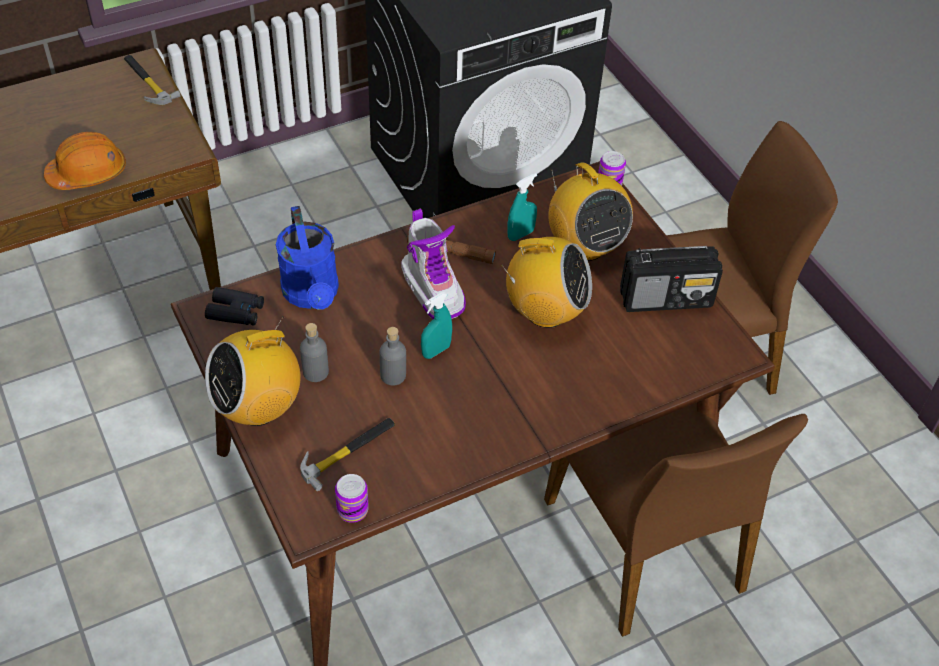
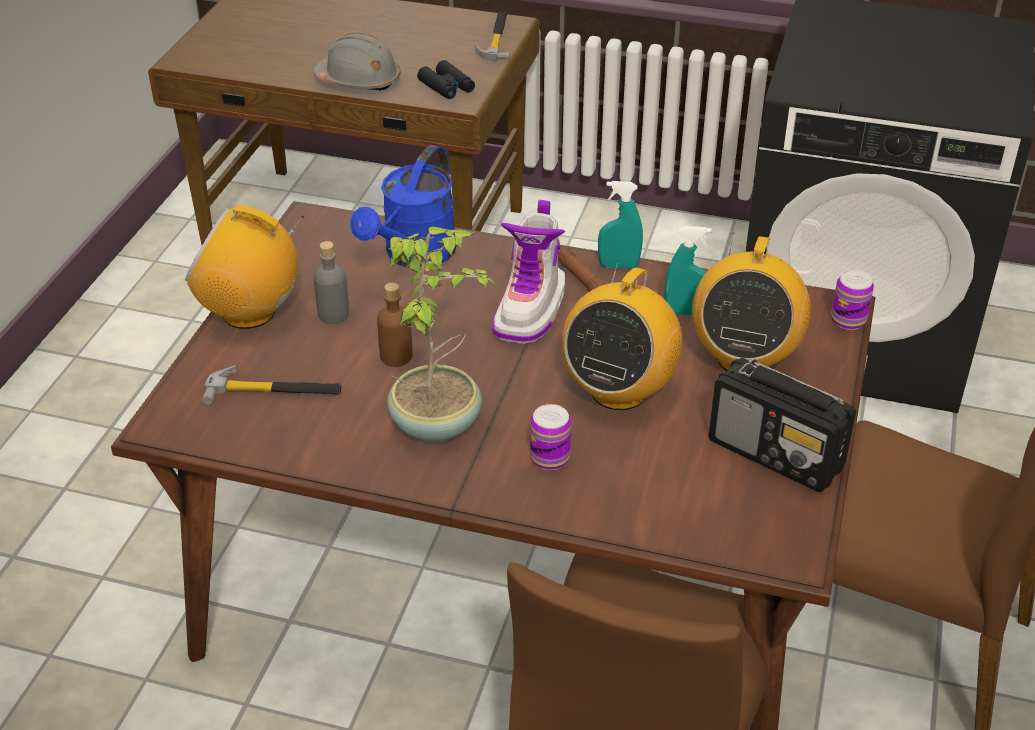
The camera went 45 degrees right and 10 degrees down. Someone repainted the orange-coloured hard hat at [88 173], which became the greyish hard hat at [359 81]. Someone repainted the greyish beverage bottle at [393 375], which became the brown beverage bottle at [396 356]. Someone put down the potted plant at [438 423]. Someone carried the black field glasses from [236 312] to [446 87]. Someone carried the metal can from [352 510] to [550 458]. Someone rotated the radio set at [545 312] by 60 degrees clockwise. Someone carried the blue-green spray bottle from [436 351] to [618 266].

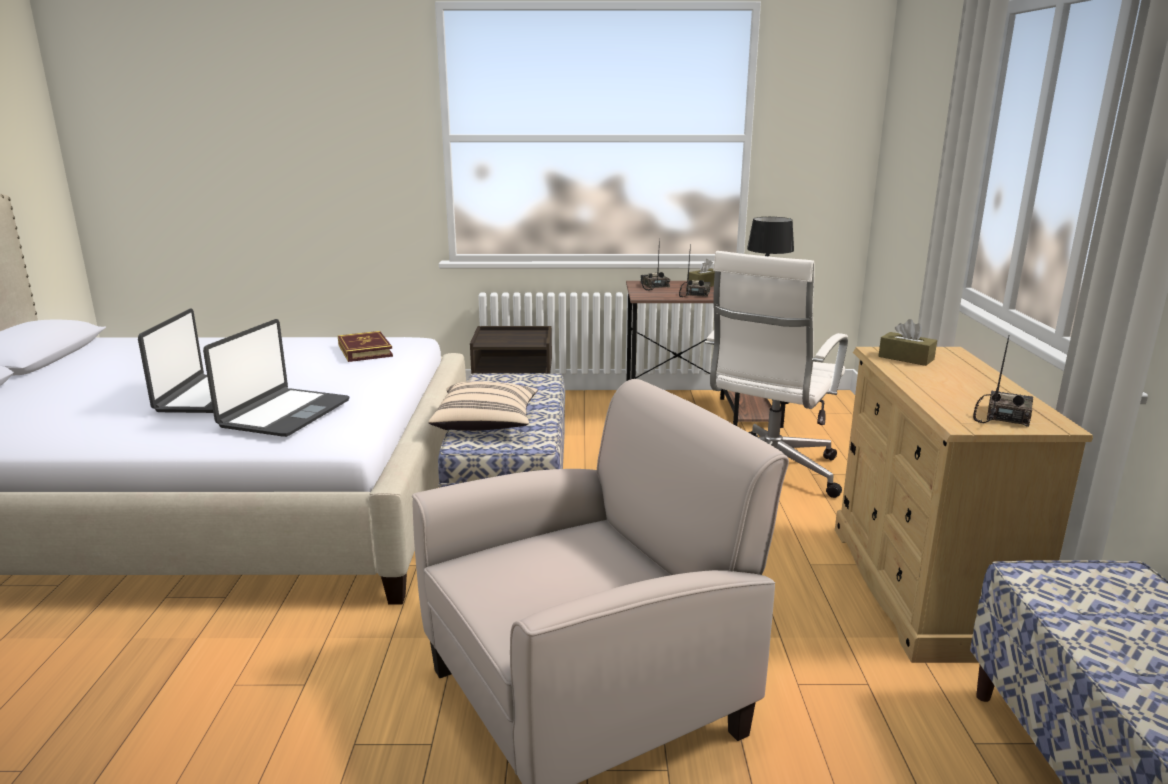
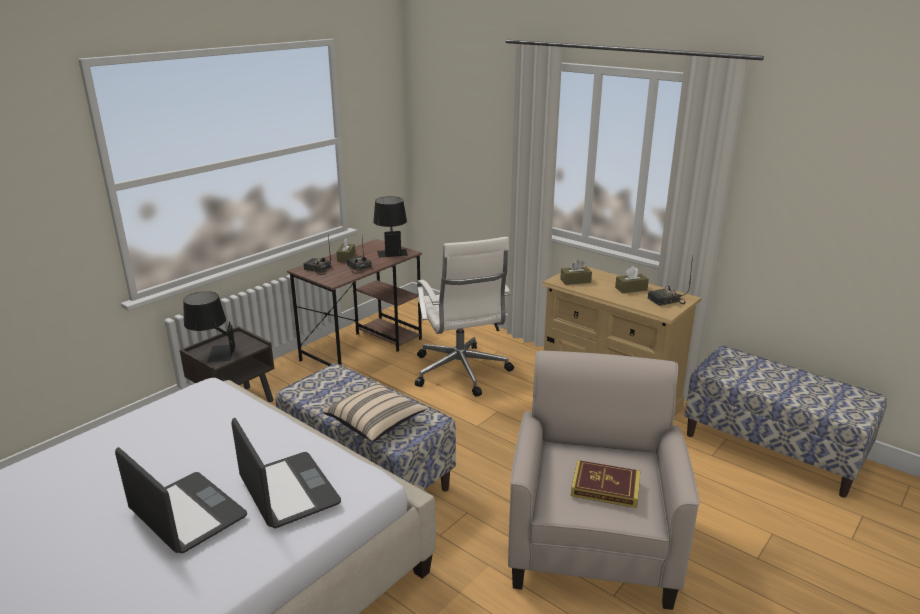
The camera went 50 degrees left and 5 degrees up. Someone put down the black tabletop lamp at [213 353]. Someone carried the bound book from [365 350] to [605 487]. Someone put down the brown tissue box at [631 289]. Someone rotated the radio set at [1002 416] by 90 degrees counterclockwise.

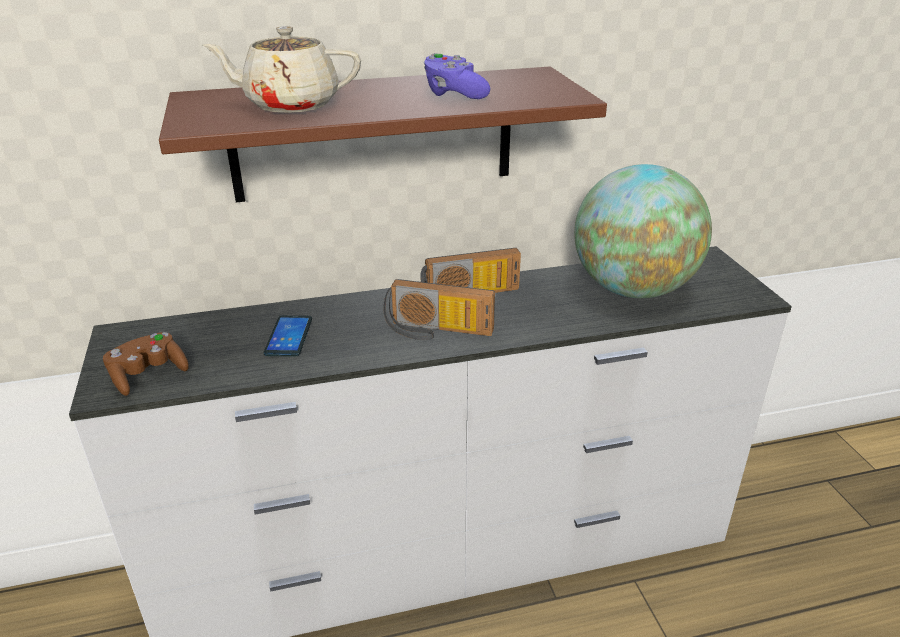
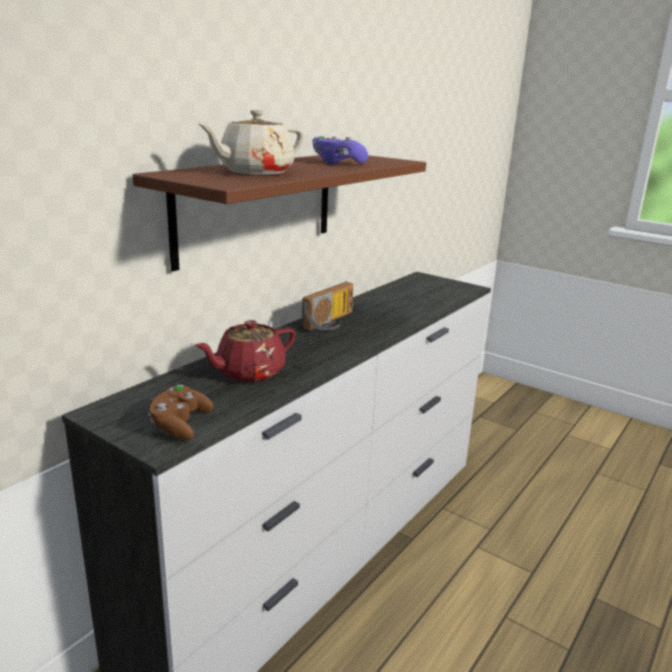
The camera went 40 degrees left and 10 degrees down. Someone swapped the handset at [289 336] for the red tea pot at [249 372]. Someone took away the radio set at [436 331]. Someone took away the world globe at [632 289].

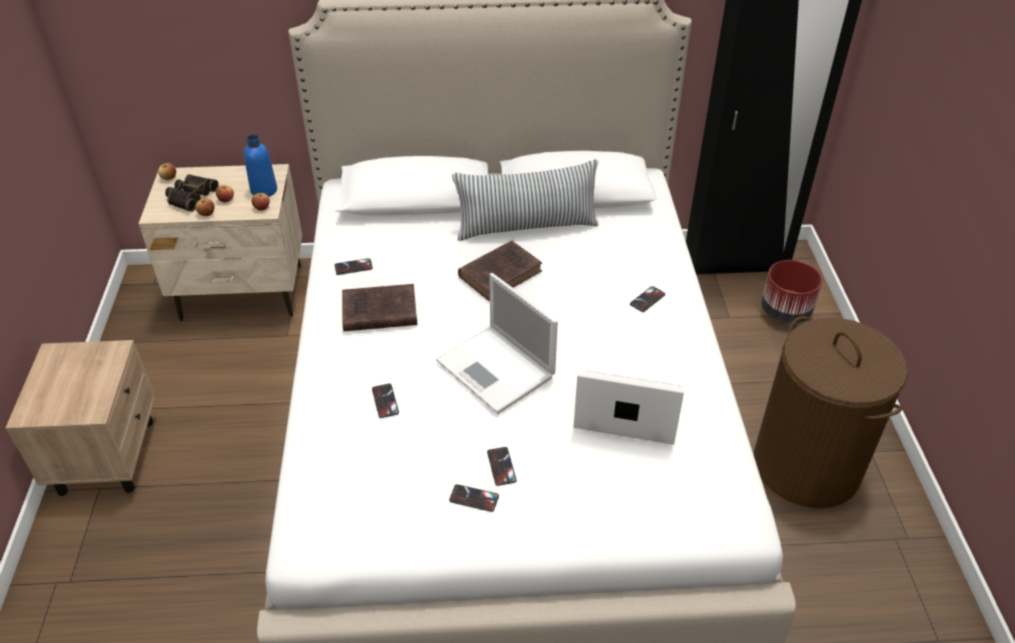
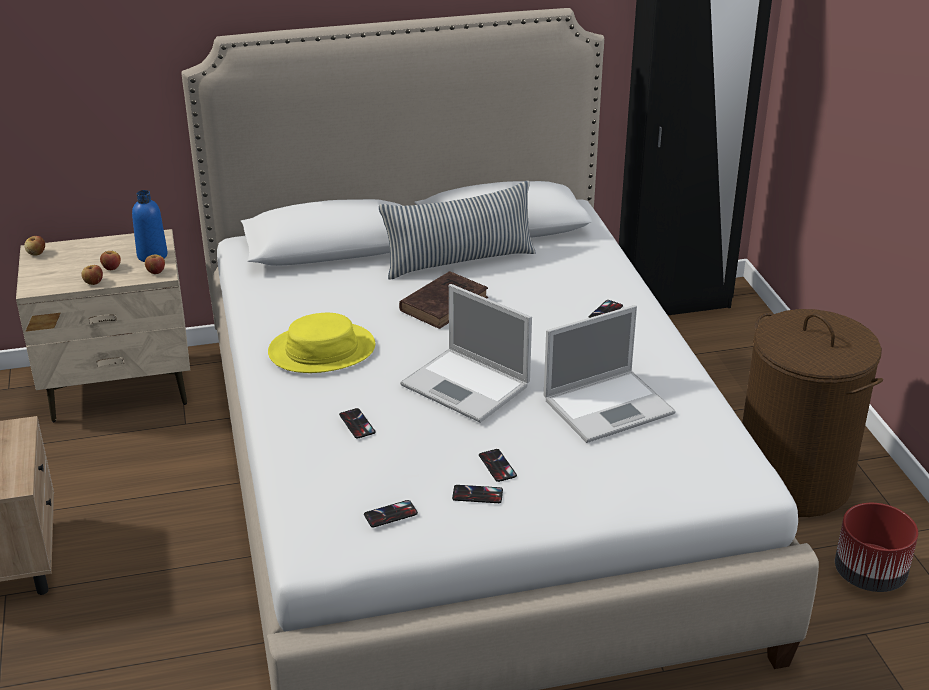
The camera went 10 degrees left and 10 degrees down. Someone swapped the brown bound book at [377 312] for the yellow clothing hat at [322 350]. Someone carried the handset from [353 267] to [390 514]. Someone rotated the portable computer at [625 409] by 150 degrees clockwise. Someone carried the red planter from [785 312] to [869 575]. Someone took away the field glasses at [190 196].

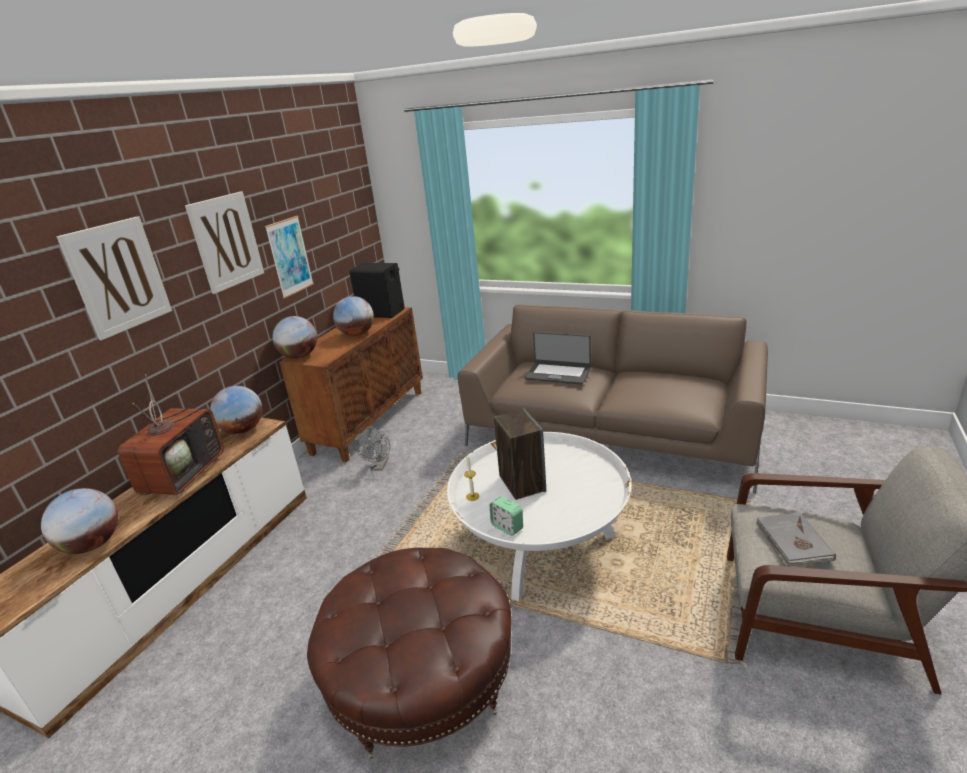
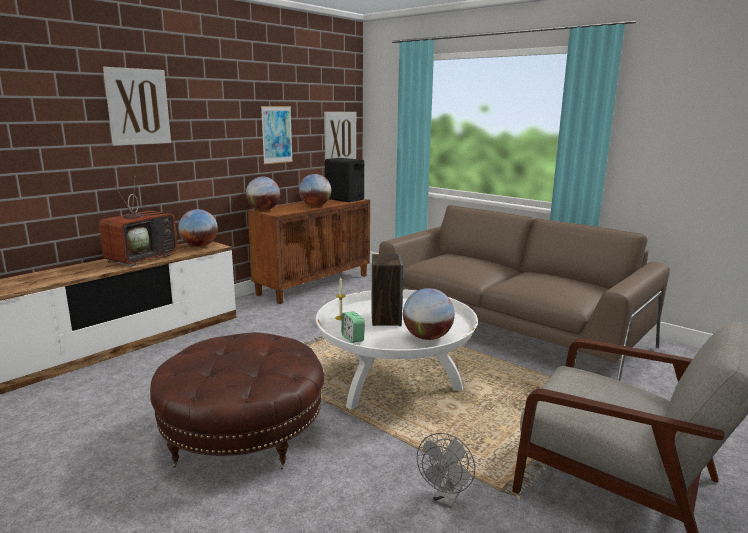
The camera went 15 degrees right and 10 degrees down. Someone carried the wall art from [226 241] to [340 138]. Someone carried the world globe from [93 545] to [427 337]. Someone carried the greyish electric fan from [379 466] to [446 499]. Someone took away the portable computer at [558 373]. Someone took away the greyish bound book at [792 542].

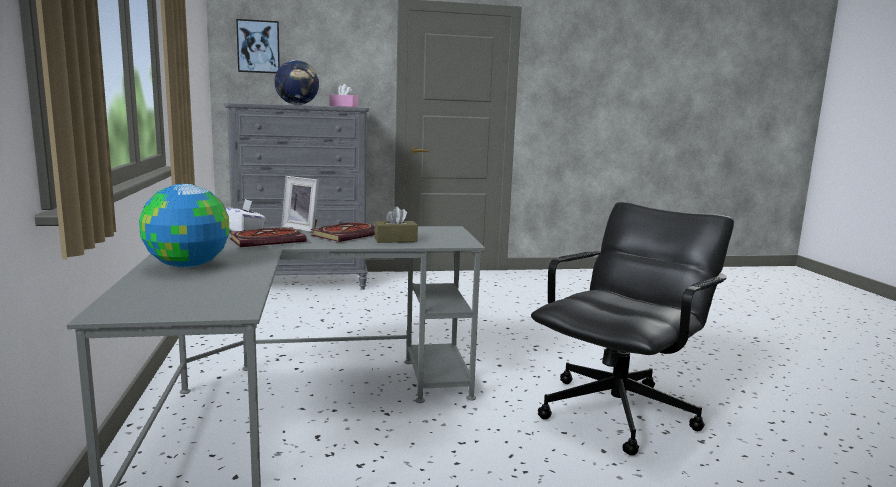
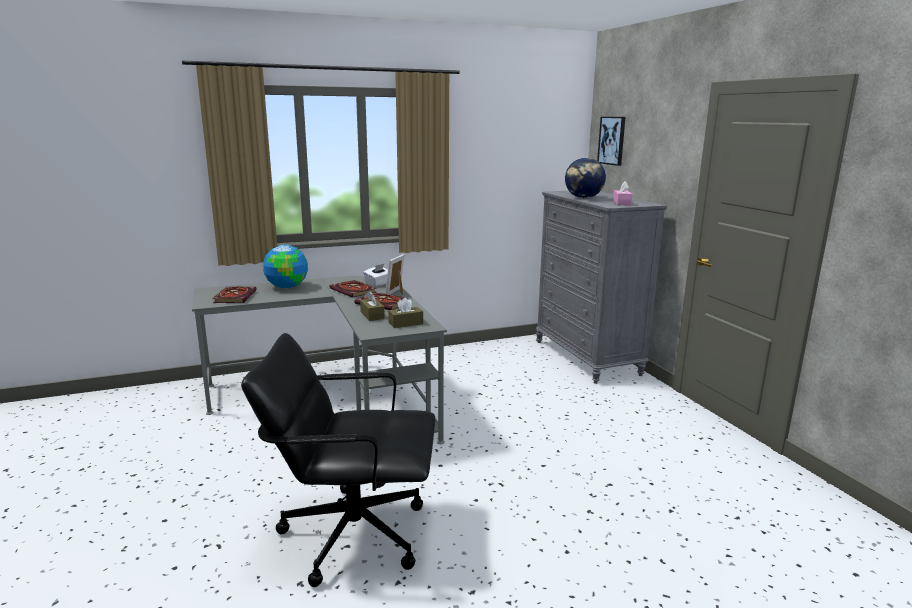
The camera went 80 degrees right and 5 degrees up. Someone put down the bound book at [234 296]. Someone rotated the black desk chair at [619 413] by 150 degrees clockwise. Someone put down the brown tissue box at [405 323].

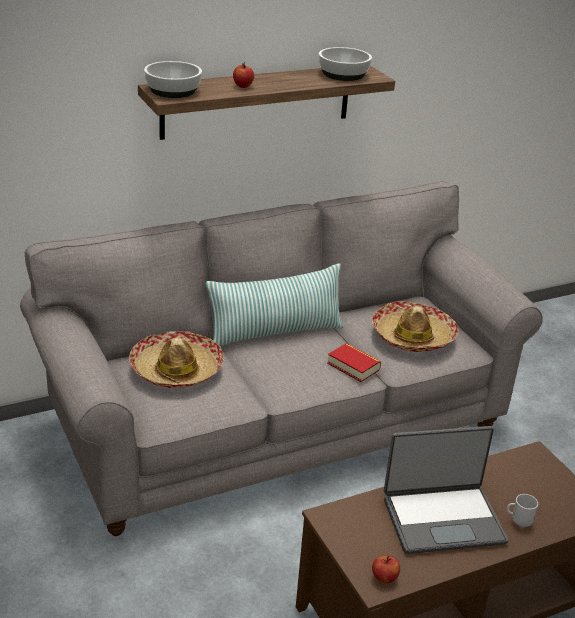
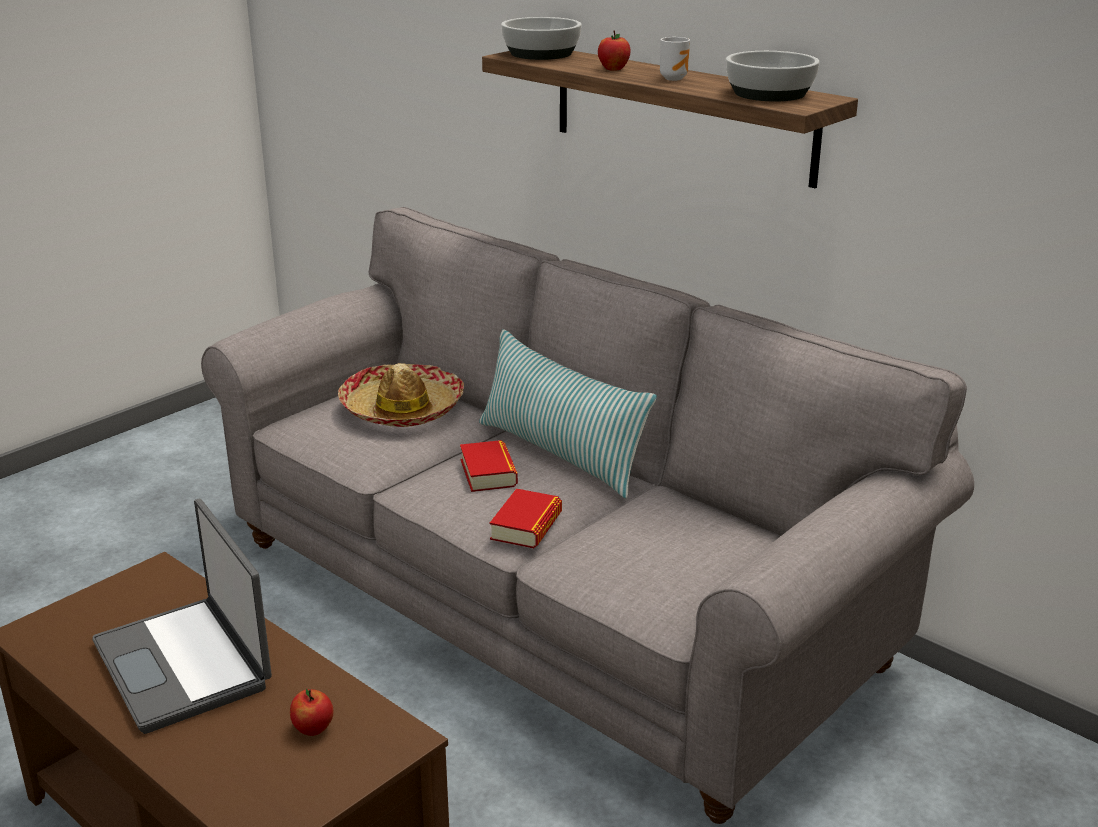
The camera went 70 degrees right and 5 degrees down. Someone carried the apple fruit from [384 578] to [313 729]. Someone put down the bound book at [488 473]. Someone carried the coffee mug from [519 522] to [674 78]. Someone took away the clothing hat at [413 336].

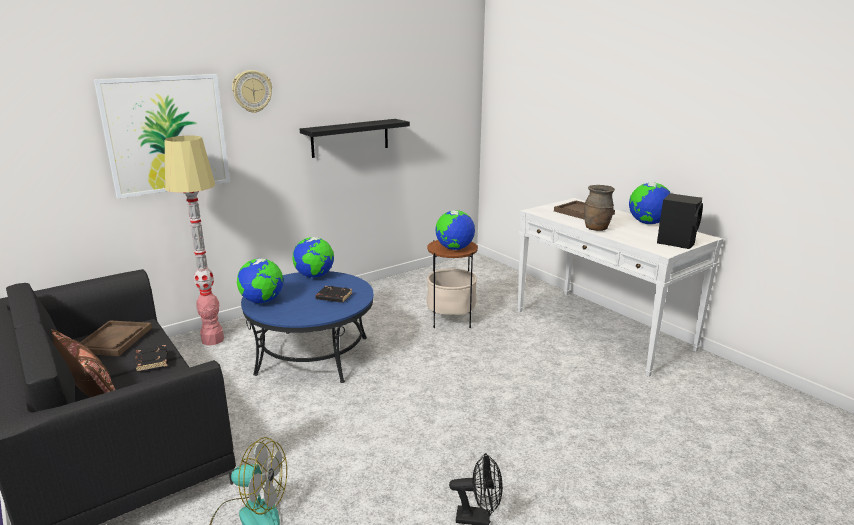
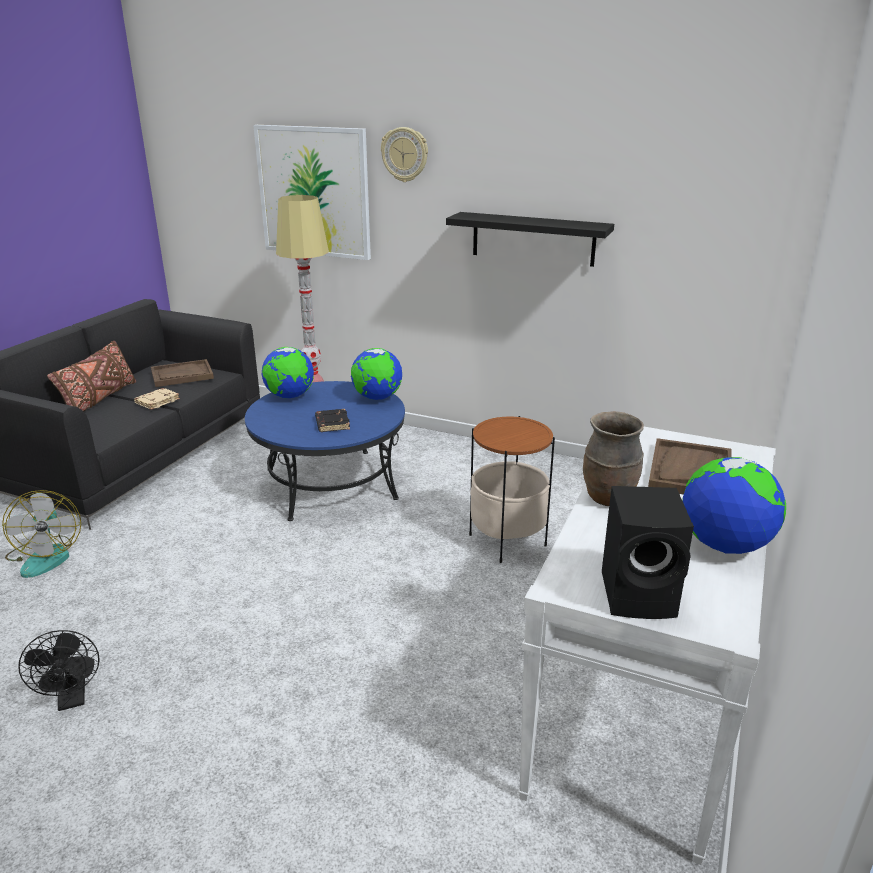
The camera went 60 degrees right and 5 degrees up. Someone repainted the black bound book at [151 361], which became the beige-coloured bound book at [157 401]. Someone took away the world globe at [454 249].

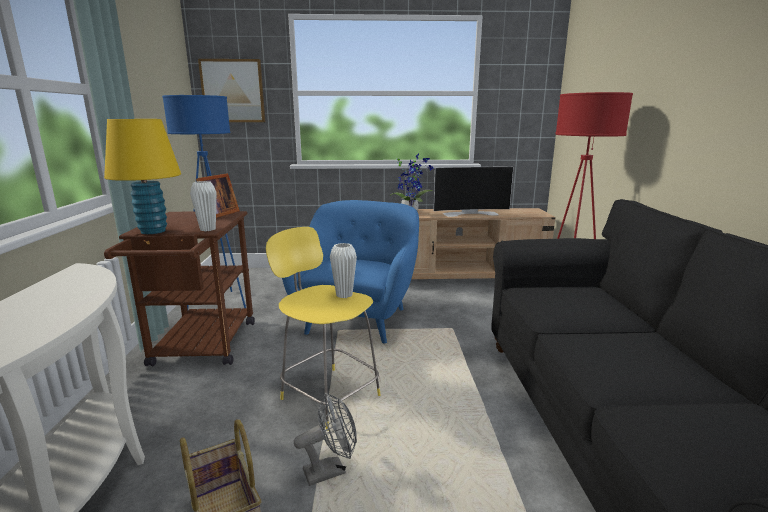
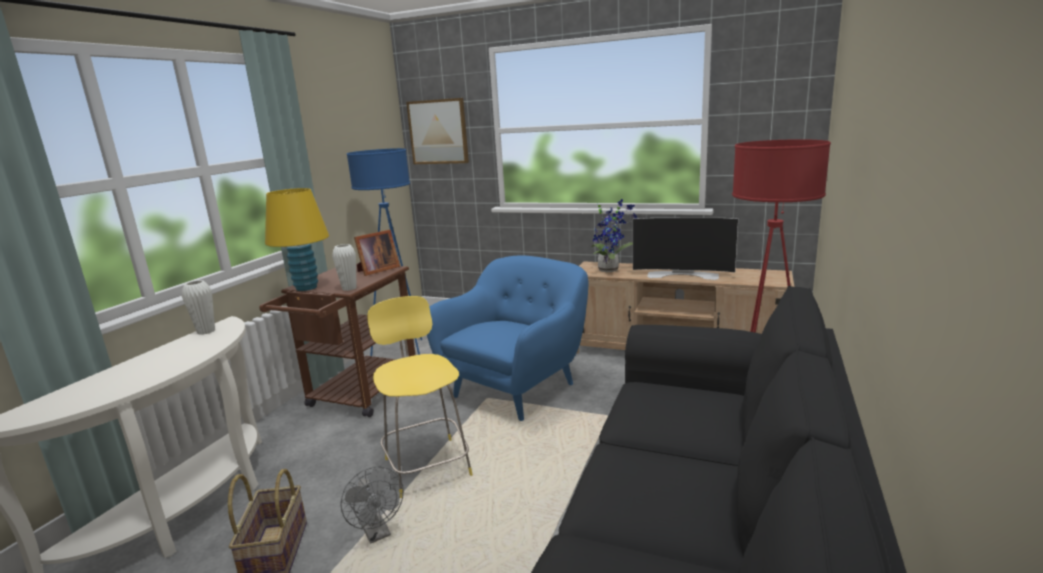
The camera went 25 degrees right and 0 degrees up. Someone carried the white decorative vase from [344 295] to [206 331]. Someone rotated the greyish electric fan at [330 470] by 60 degrees clockwise.

